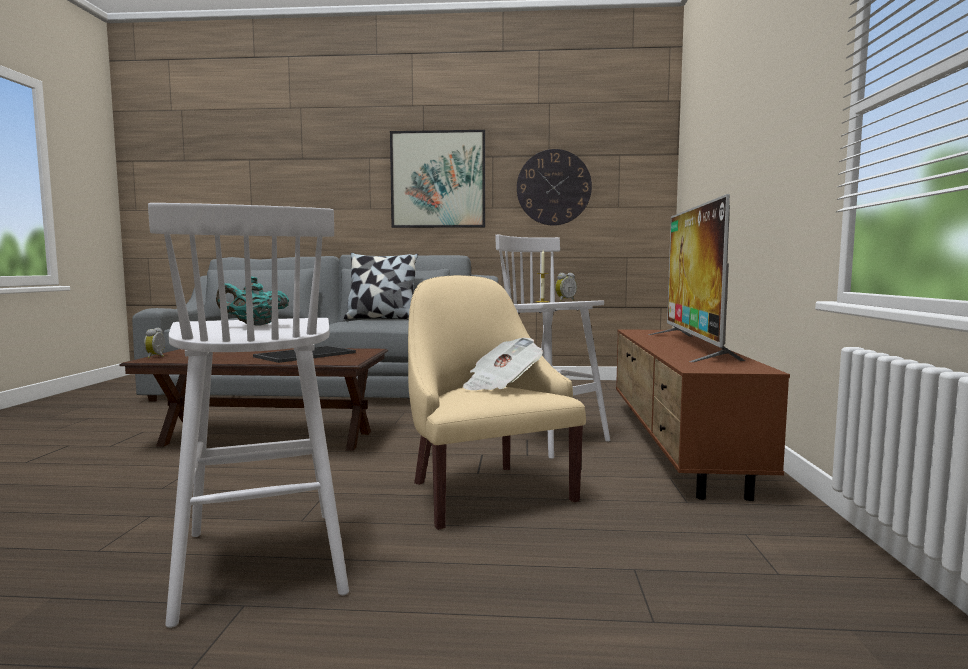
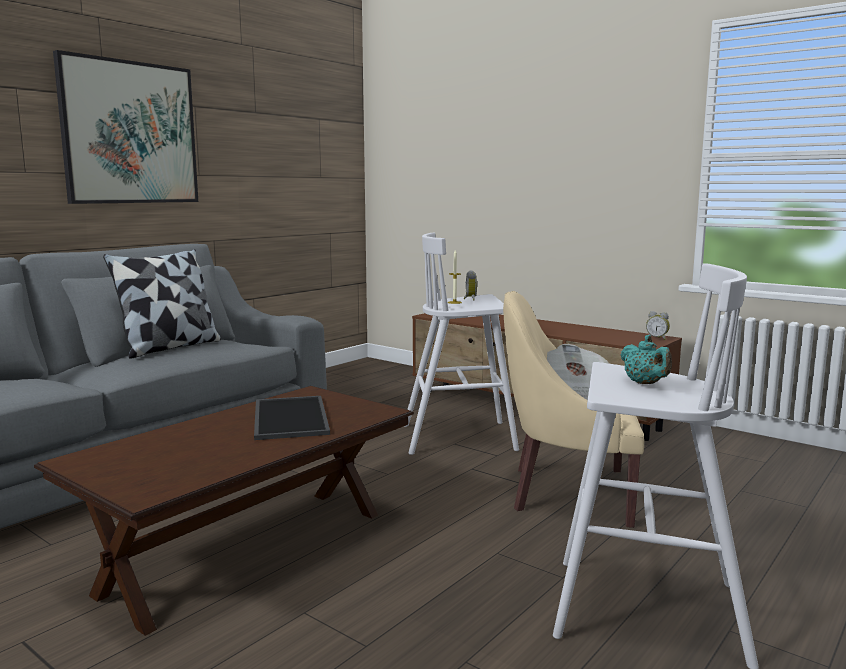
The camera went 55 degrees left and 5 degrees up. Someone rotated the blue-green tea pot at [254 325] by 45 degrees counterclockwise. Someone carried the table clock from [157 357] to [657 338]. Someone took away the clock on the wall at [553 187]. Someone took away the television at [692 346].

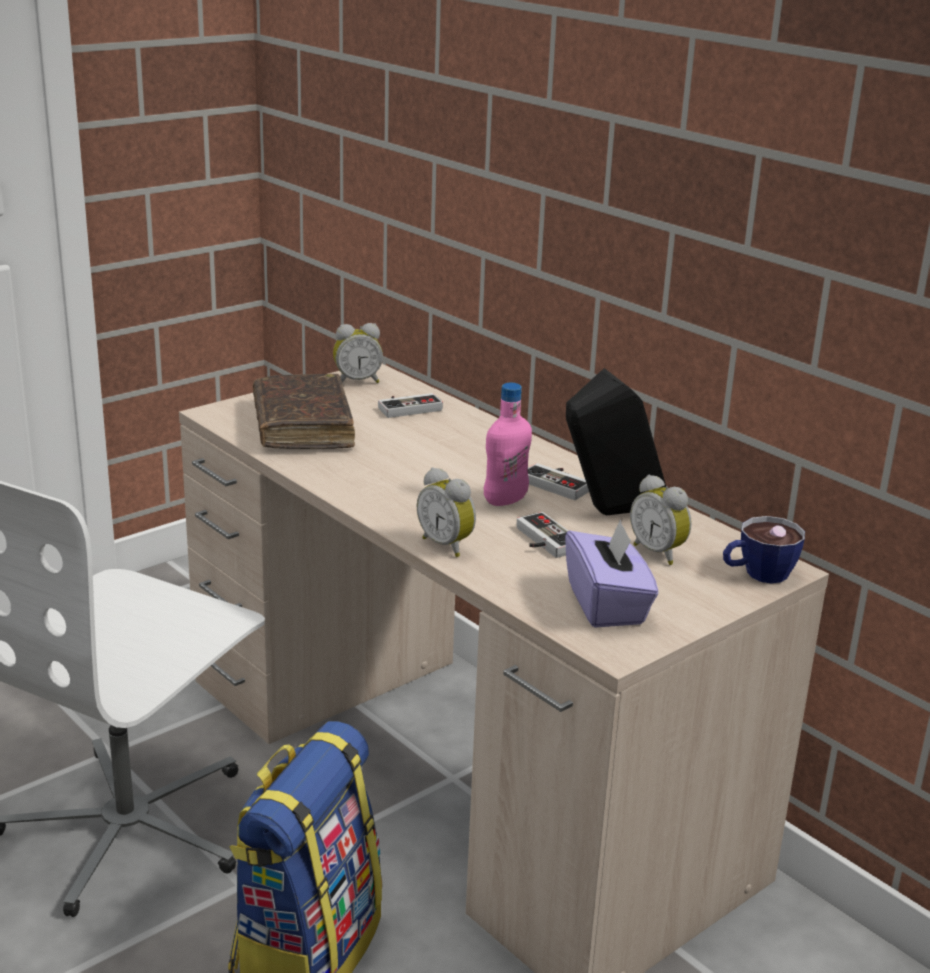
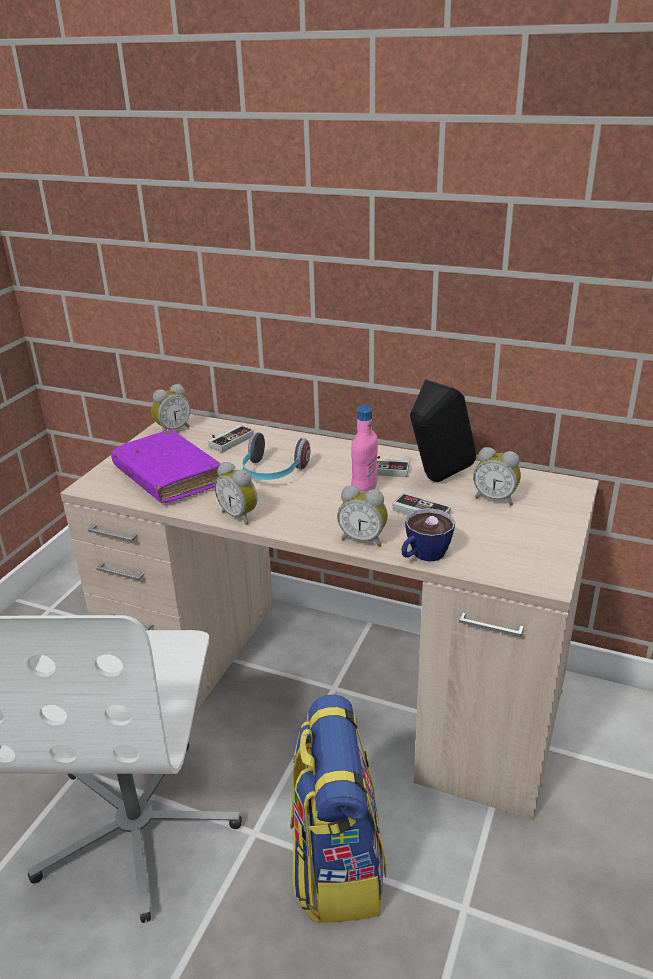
The camera went 25 degrees left and 5 degrees up. Someone repainted the brown bound book at [302 426], which became the purplish bound book at [168 477]. Someone put down the table clock at [240 515]. Someone put down the headset at [273 473]. Someone carried the small cup from [757 574] to [423 556]. Someone took away the purplish tissue box at [607 605].

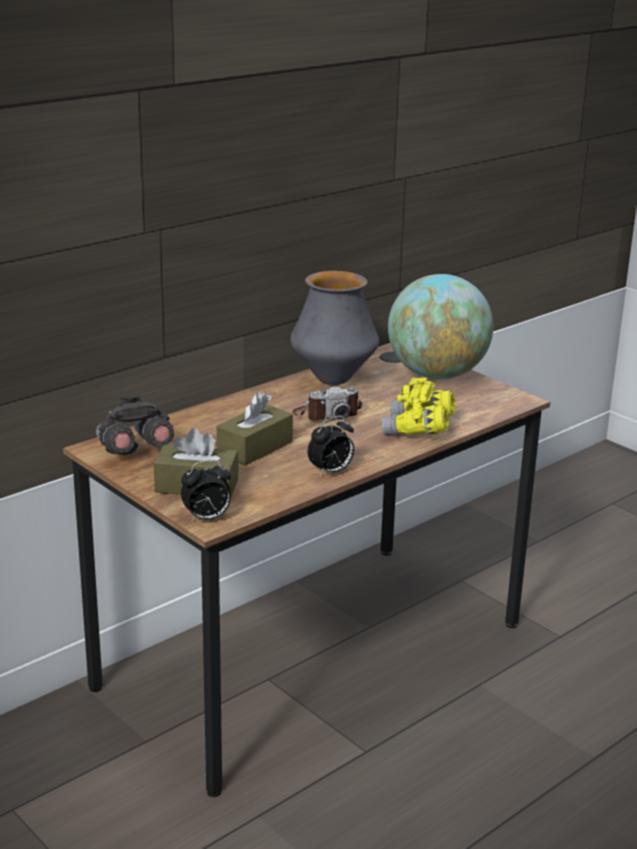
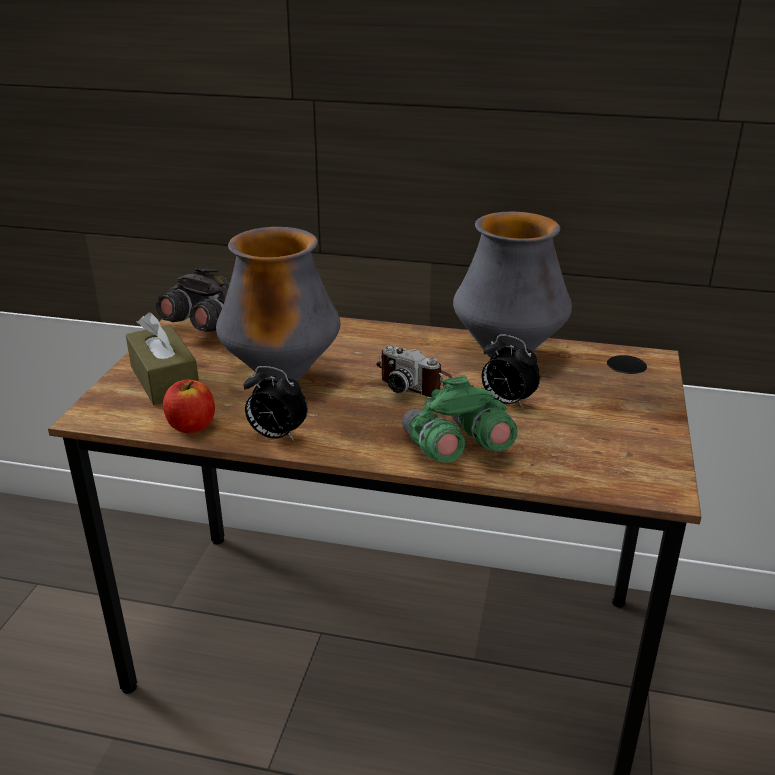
The camera went 55 degrees right and 5 degrees up. Someone put down the apple fruit at [191 426]. Someone swapped the brown tissue box at [255 448] for the decorative vase at [282 376]. Someone repainted the yellow field glasses at [418 431], which became the green-coloured field glasses at [454 450]. Someone carried the table clock from [206 519] to [506 402]. Someone took away the world globe at [437 375].

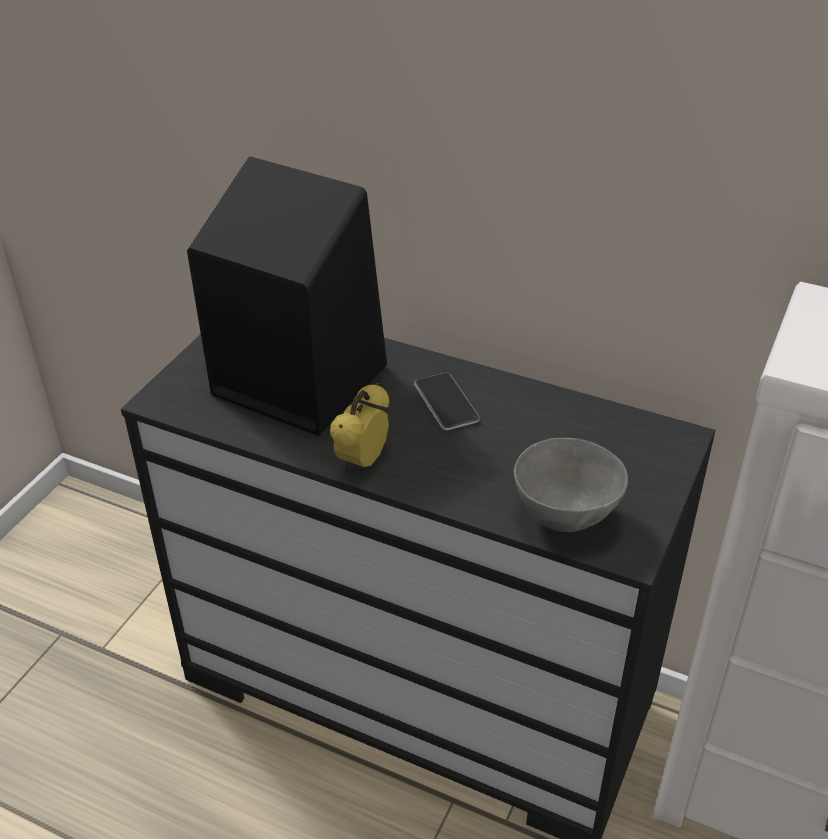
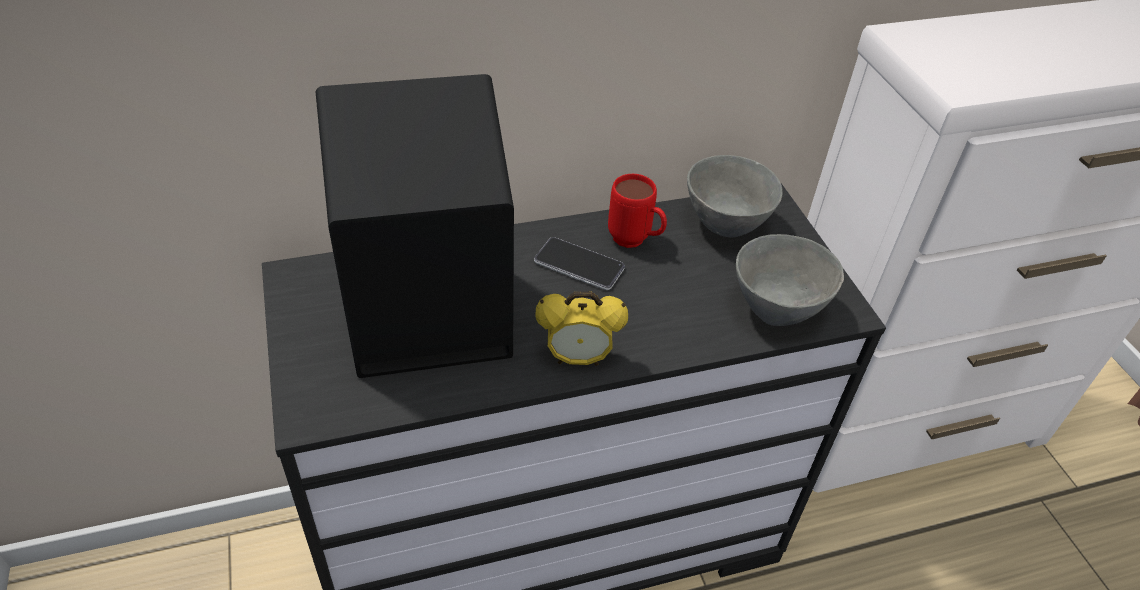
The camera went 45 degrees left and 5 degrees up. Someone rotated the table clock at [362 462] by 75 degrees counterclockwise. Someone put down the red coffee mug at [635 242]. Someone put down the greyish deep dish at [726 226].

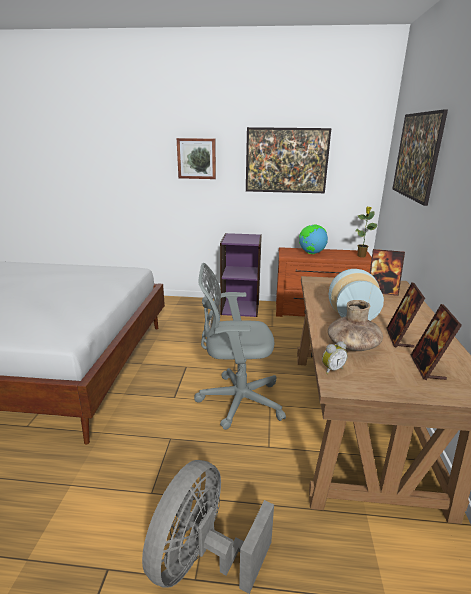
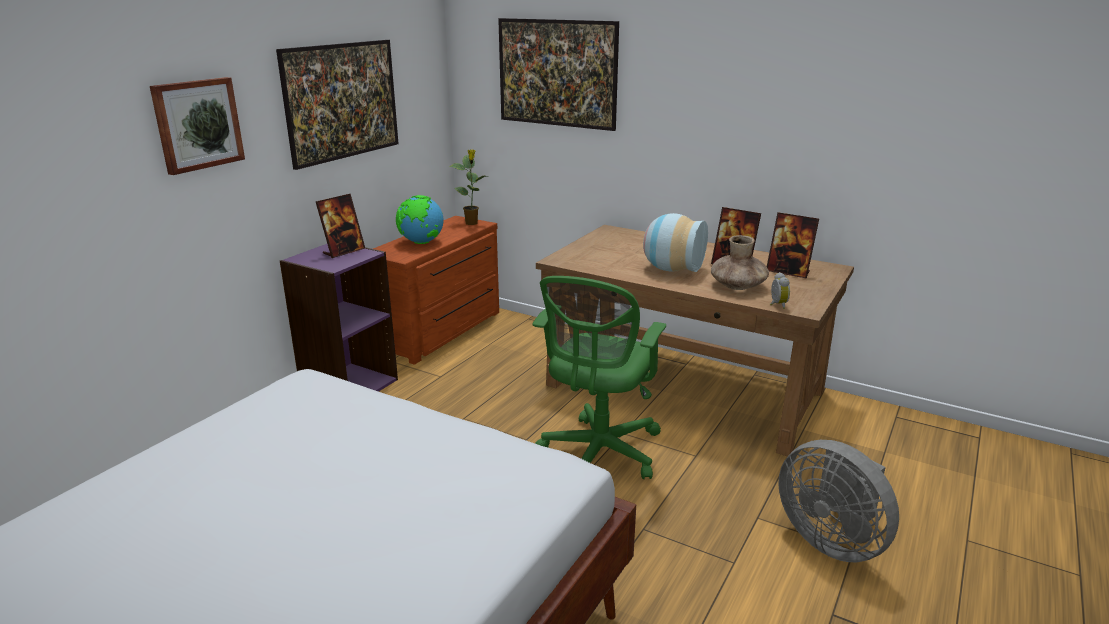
The camera went 65 degrees left and 0 degrees up. Someone carried the standing frame from [382 291] to [343 251]. Someone repainted the greyish desk chair at [236 400], which became the green-coloured desk chair at [598 455].

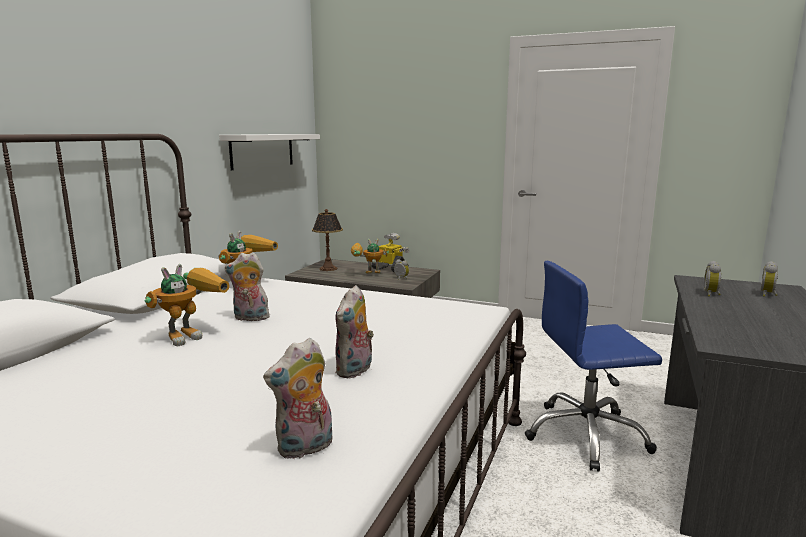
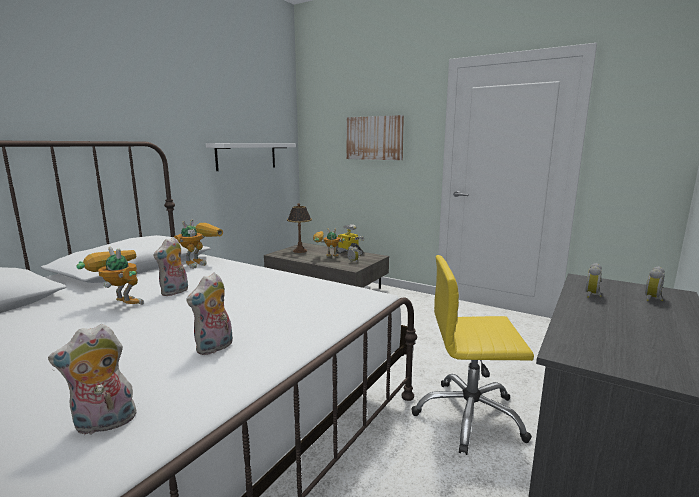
The camera went 10 degrees right and 0 degrees up. Someone rotated the toy robot at [192 335] by 105 degrees counterclockwise. Someone rotated the cuddly toy at [249 318] by 75 degrees counterclockwise. Someone put up the wall art at [374 138]. Someone repainted the bluish desk chair at [586 435], which became the yellow desk chair at [469 416].

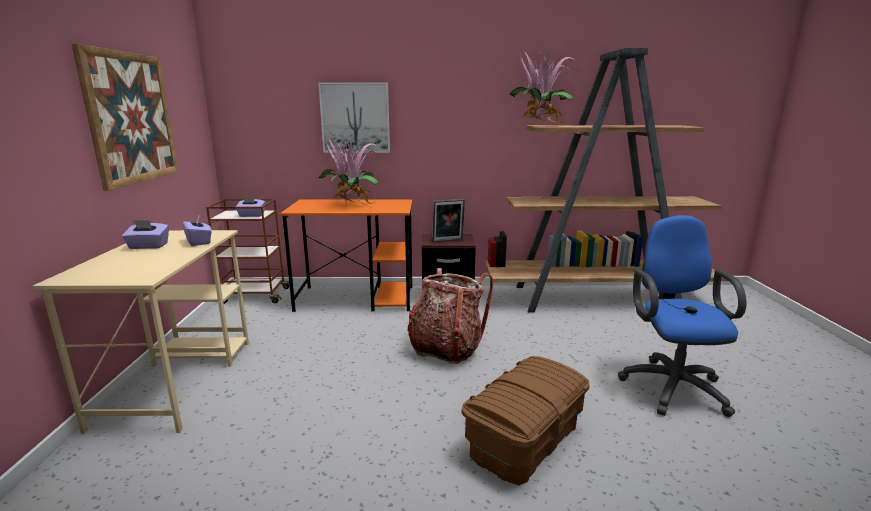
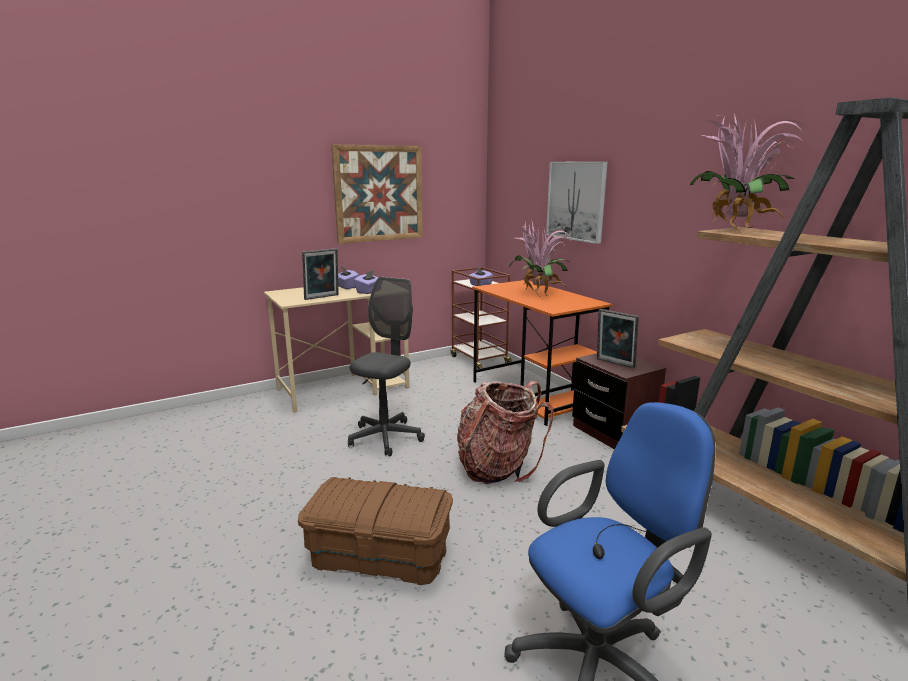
The camera went 60 degrees right and 0 degrees up. Someone put down the standing frame at [322 297]. Someone put down the greyish desk chair at [385 438].

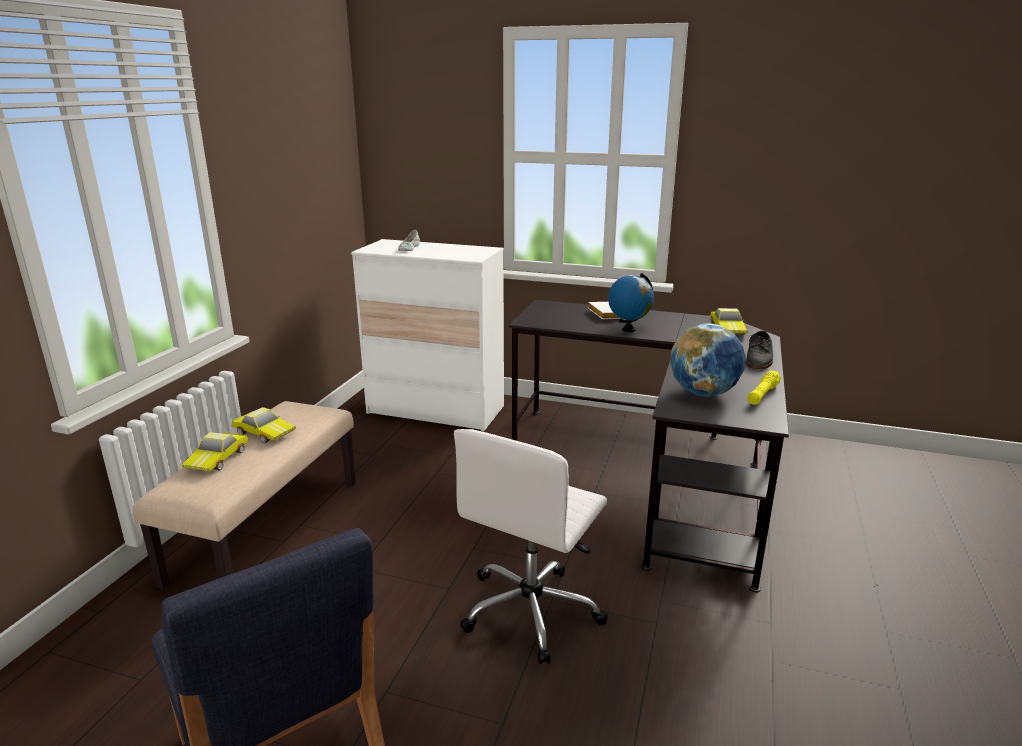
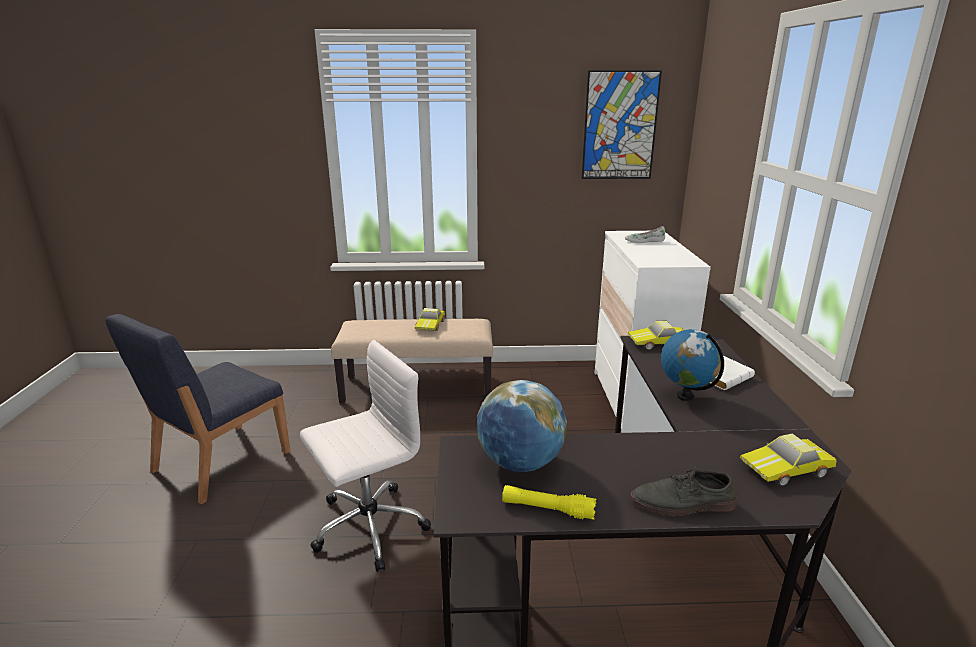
The camera went 70 degrees right and 0 degrees up. Someone rotated the white desk chair at [532 610] by 135 degrees clockwise. Someone put up the wall art at [620 126]. Someone carried the miniature car from [219 459] to [659 343].

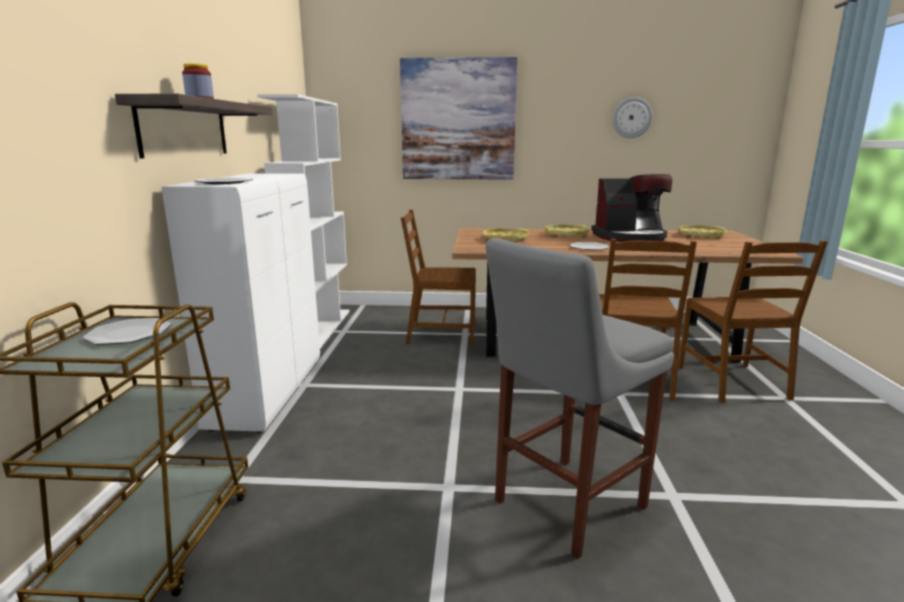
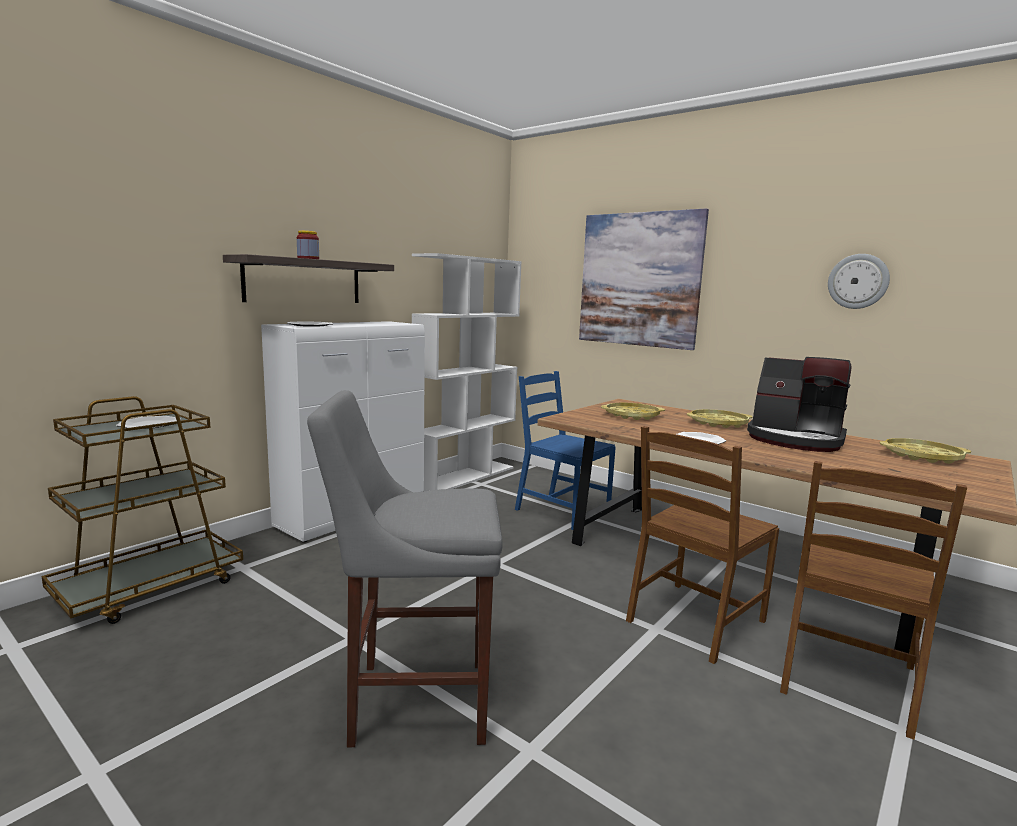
The camera went 35 degrees right and 5 degrees down. Someone repainted the brown upright chair at [441 334], which became the bluish upright chair at [561 510].

